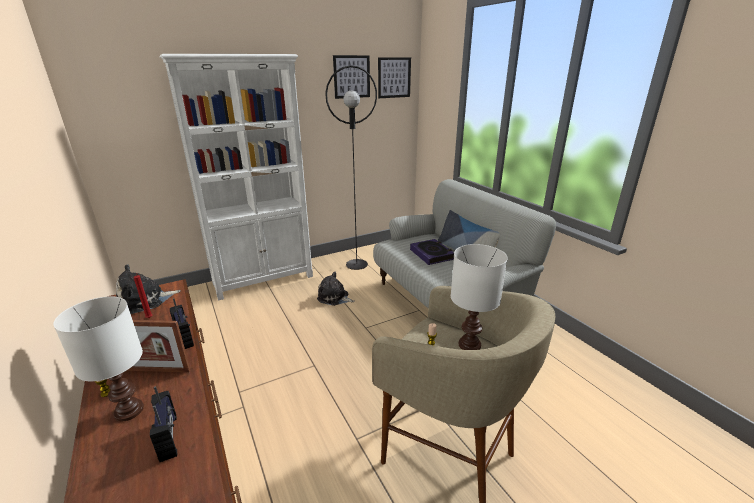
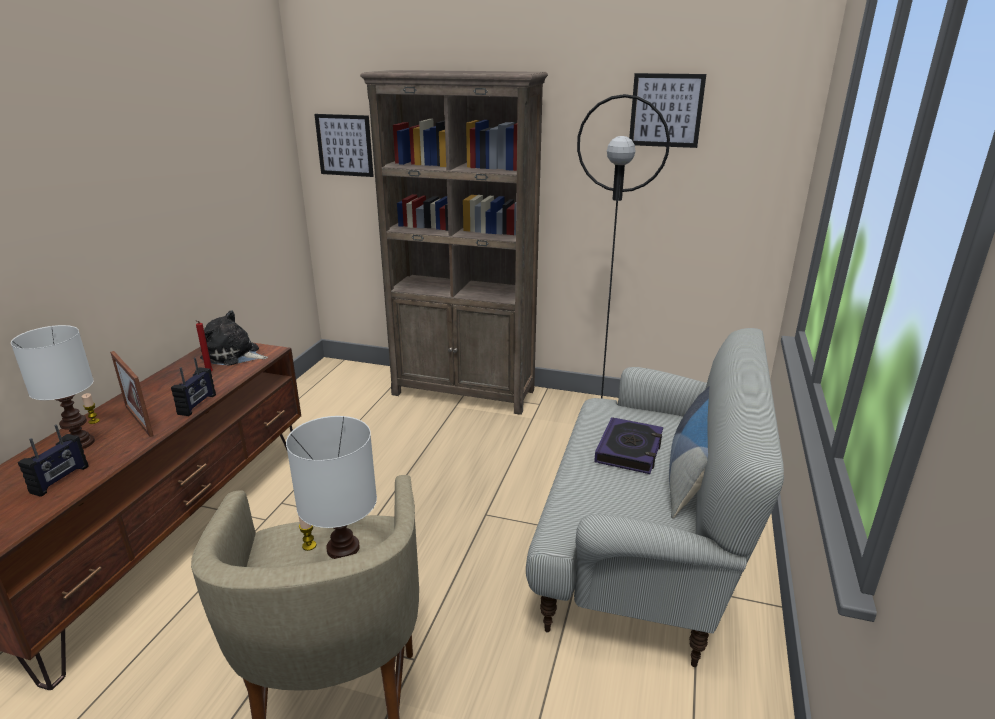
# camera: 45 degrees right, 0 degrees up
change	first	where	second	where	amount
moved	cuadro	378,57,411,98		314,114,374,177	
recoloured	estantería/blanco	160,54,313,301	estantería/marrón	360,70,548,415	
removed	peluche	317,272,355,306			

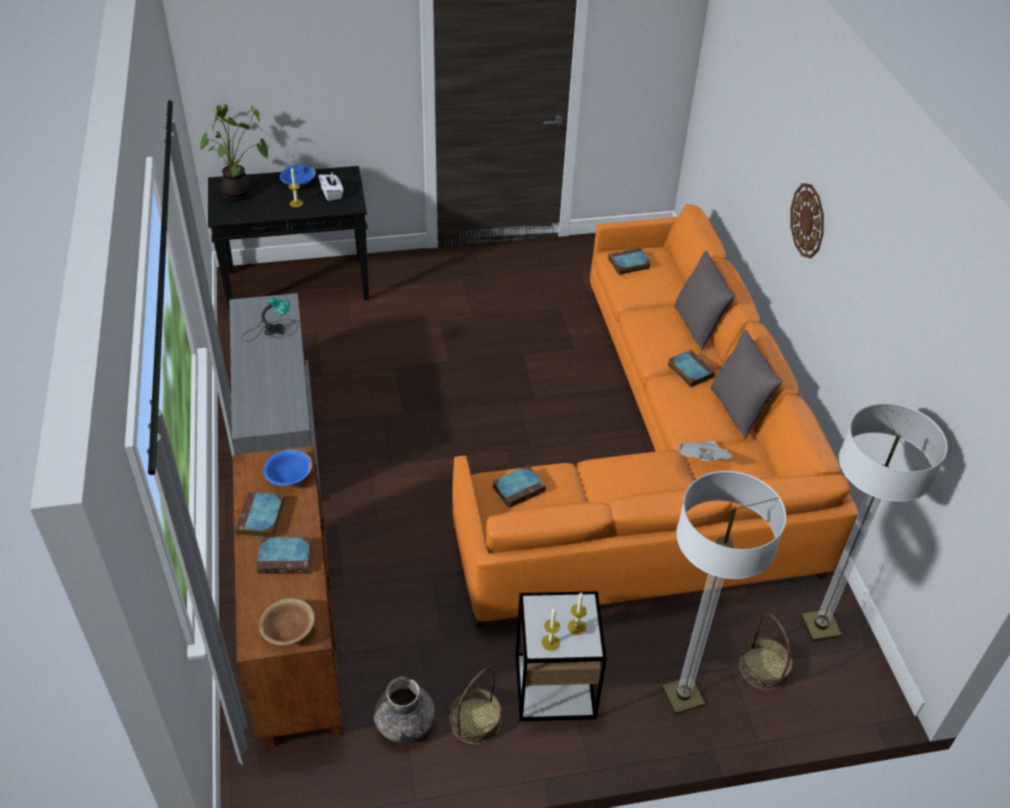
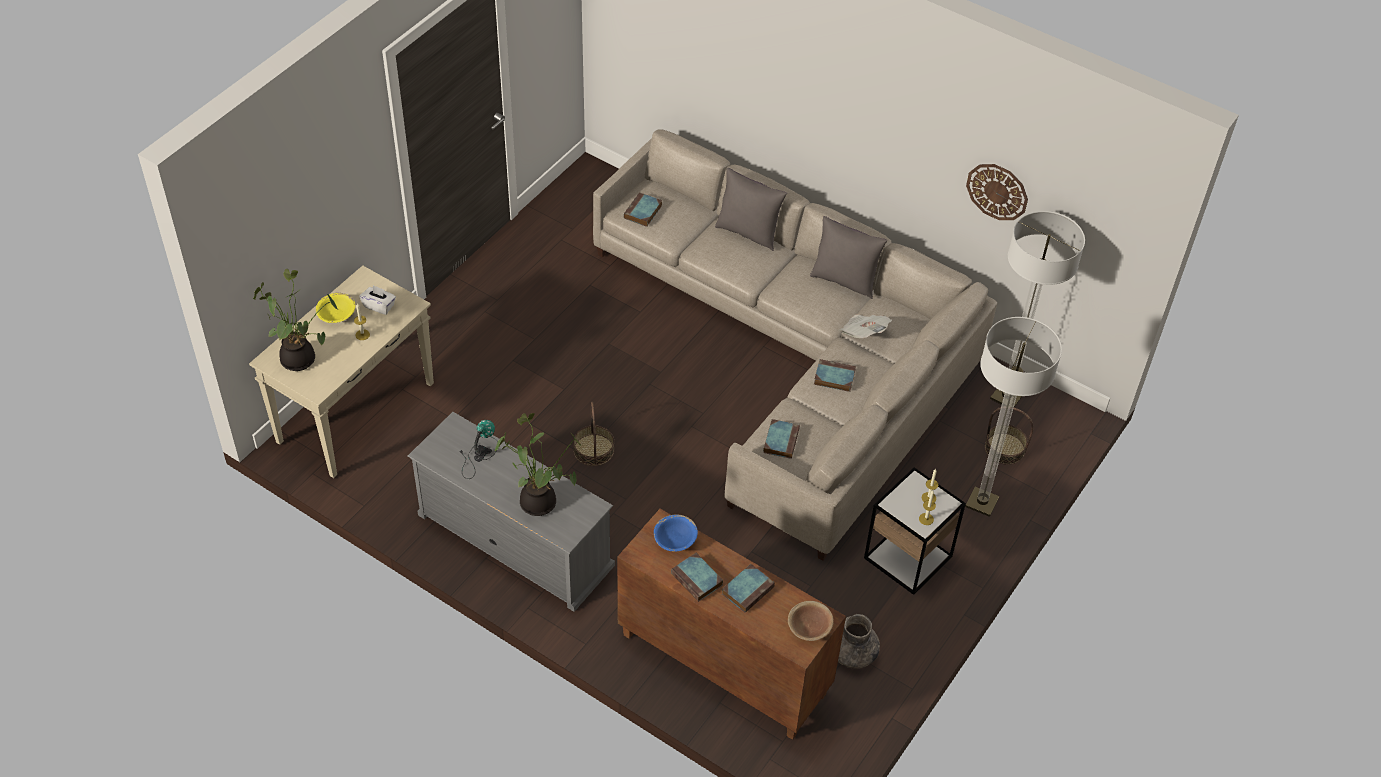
# camera: 45 degrees left, 5 degrees up
change	first	where	second	where	amount
recoloured	mesa consola/negro	208,166,369,312	mesa consola/beis	249,265,434,478	
recoloured	cuenco/azul	280,164,316,187	cuenco/amarillo	316,293,355,323	
added			planta en maceta	494,413,582,516	
moved	cesta	449,667,502,744		573,402,614,466	
recoloured	sofá/naranja	452,204,858,628	sofá/beis	593,129,997,561	
moved	libro	668,350,715,388		814,359,856,392	
moved	reloj de pared	791,183,824,259		966,164,1028,220	

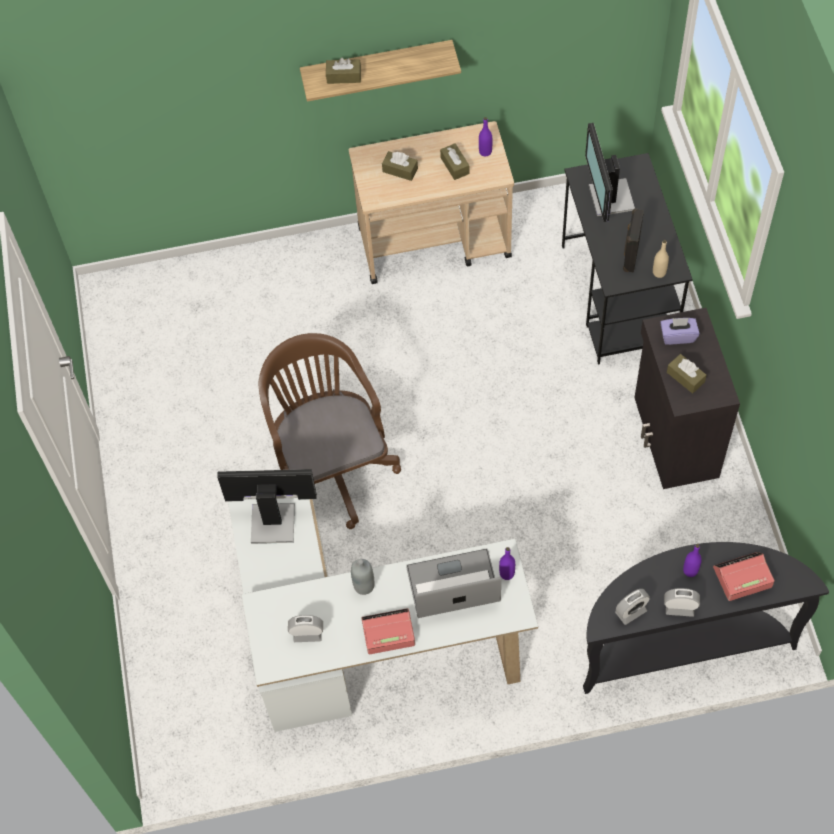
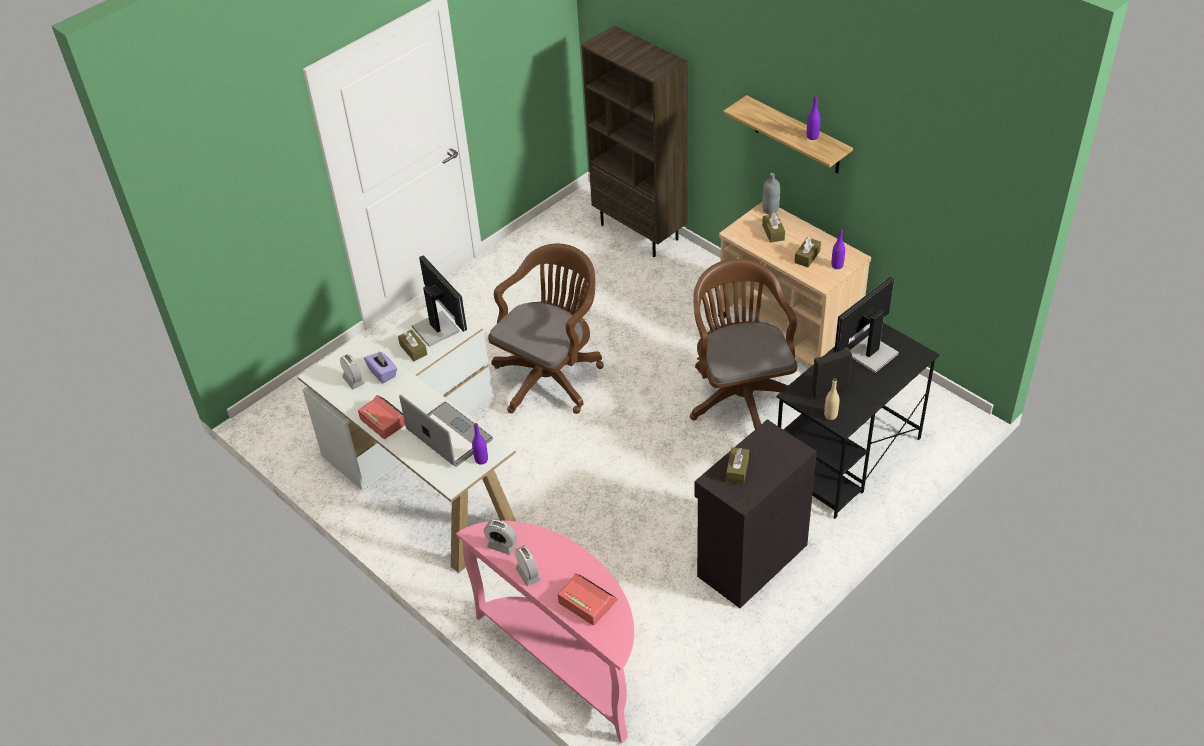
# camera: 55 degrees right, 15 degrees down
change	first	where	second	where	amount
moved	caja de pañuelos/morado	660,318,700,345		364,352,397,383	
moved	caja de pañuelos/marrón	326,58,361,84		398,330,427,361	
recoloured	mesa consola/negro	583,542,829,694	mesa consola/rosa	456,521,634,743	
added			estantería/marrón	581,25,687,257	
added			silla de oficina/marrón	690,259,797,429	
moved	botella/gris	351,559,374,595		762,173,780,215	
moved	botella/morado	683,544,702,577		807,95,820,140	

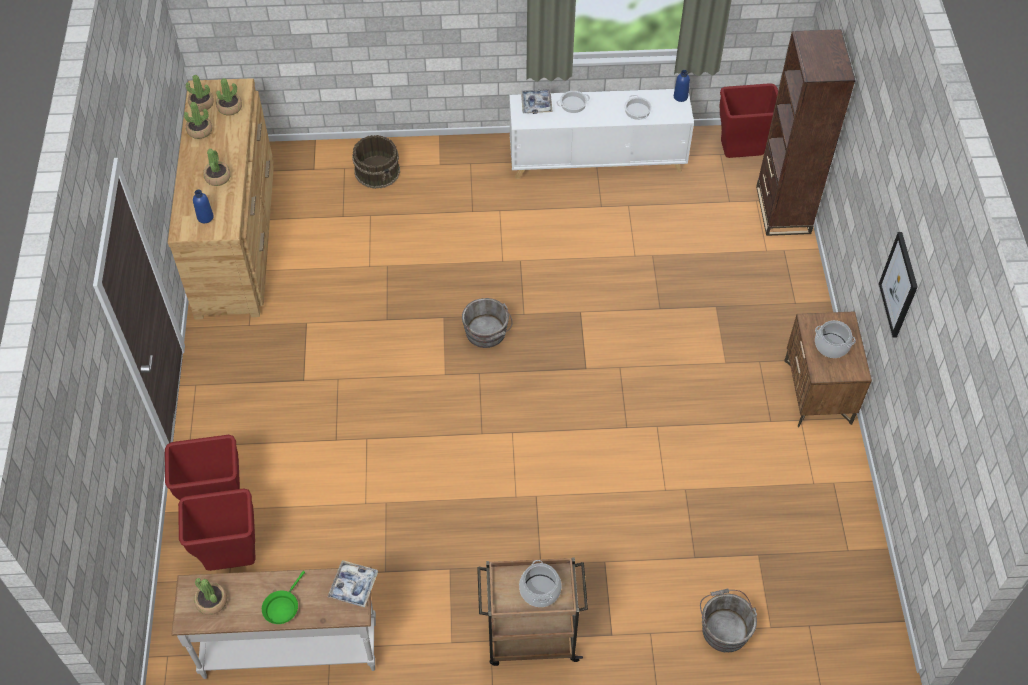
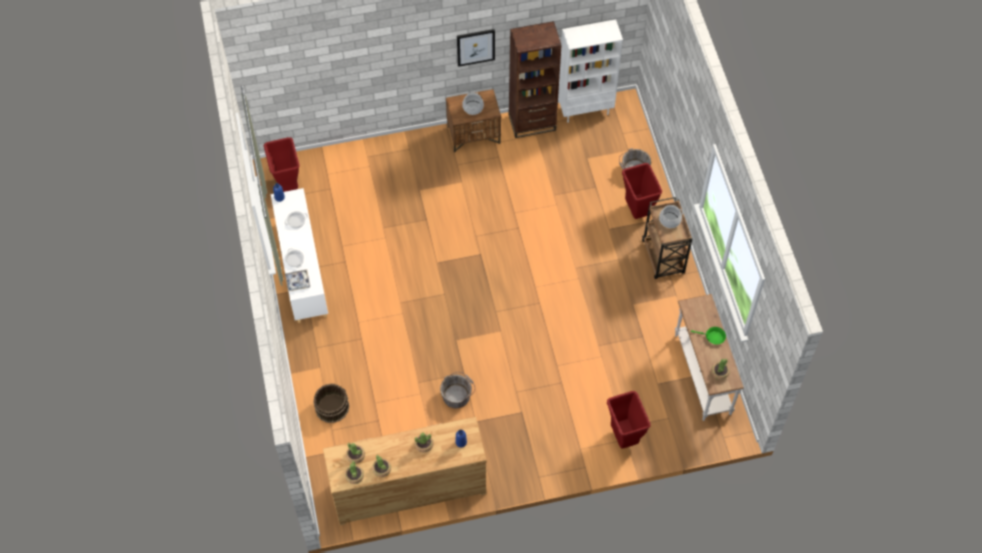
# camera: 100 degrees left, 5 degrees up
change	first	where	second	where	amount
moved	cubo/gris	462,298,513,348		440,372,475,408	
moved	estantería/marrón	756,29,856,236		509,21,562,138	
added			estantería/blanco	558,19,623,123	
moved	papelera/rojo	178,488,256,571		622,163,662,219	
removed	bandeja	328,560,378,607			

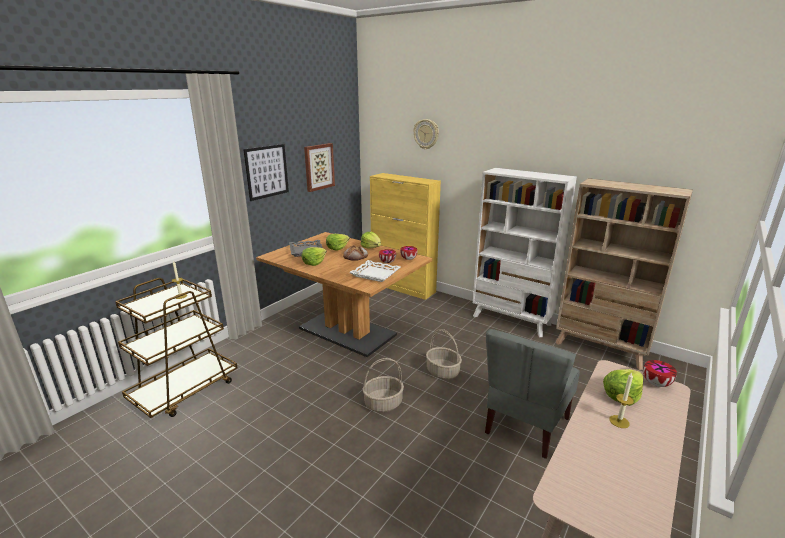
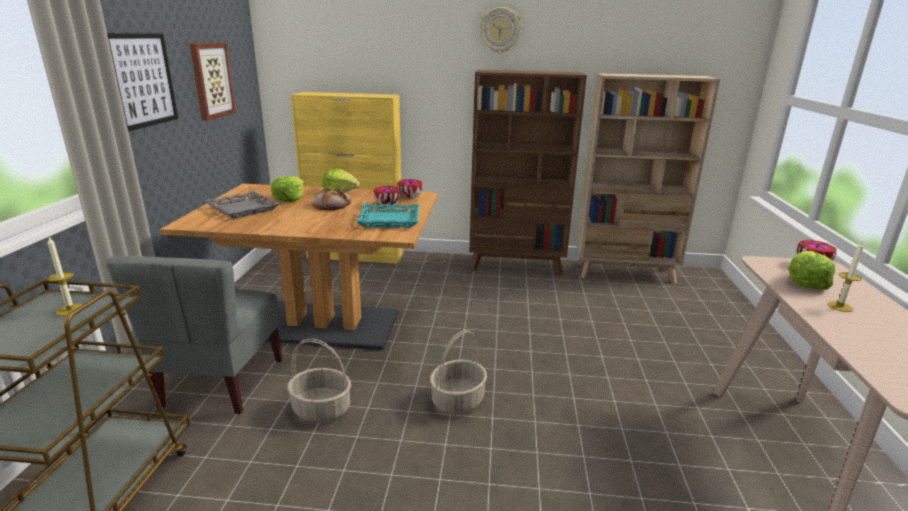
# camera: 30 degrees left, 0 degrees up
change	first	where	second	where	amount
moved	silla/gris	485,329,580,458		106,256,283,414	
moved	cesta	426,329,462,380		287,339,351,423	
recoloured	bandeja/blanco	349,260,400,282	bandeja/turquesa	356,204,420,228	
recoloured	estantería/blanco	473,168,577,337	estantería/marrón	469,70,587,276	
moved	reloj de pared	413,119,439,150		479,7,522,53	
removed	lechuga	301,247,327,266			

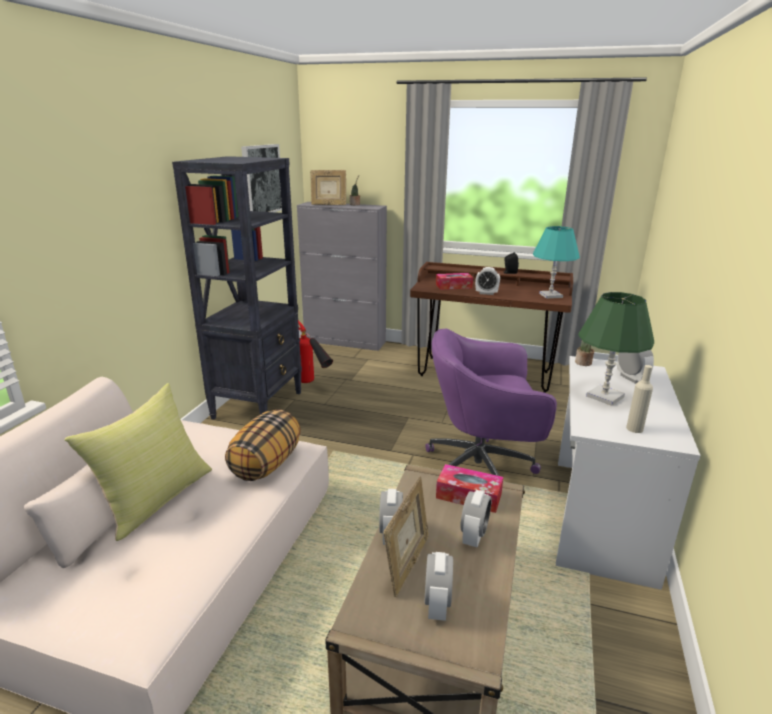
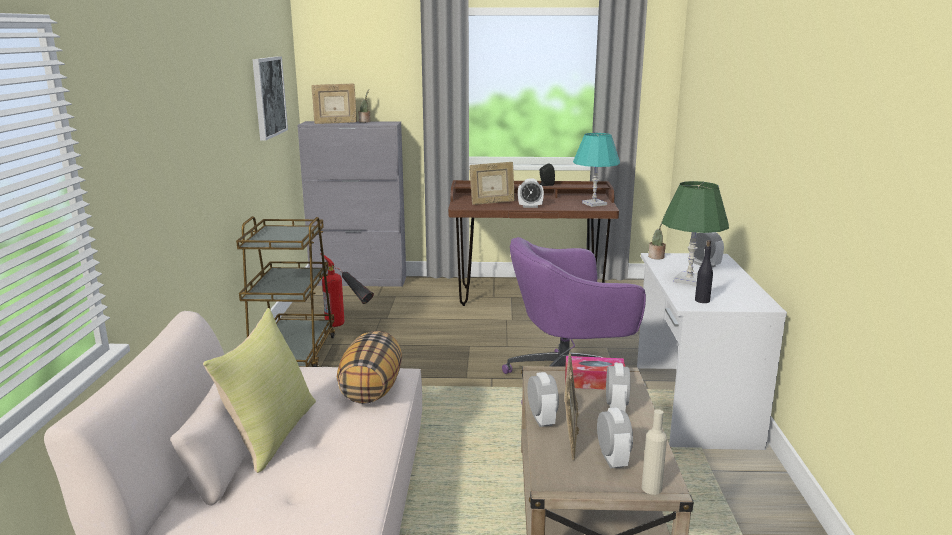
# camera: 15 degrees left, 5 degrees down
change	first	where	second	where	amount
replaced	estantería/negro	172,156,302,419	carrito/marrón	236,216,336,367	
replaced	caja de pañuelos	436,273,473,290	portarretratos	469,162,515,205	
moved	botella/beis	626,365,653,433		642,409,667,495	
added			botella/negro	695,240,713,303	

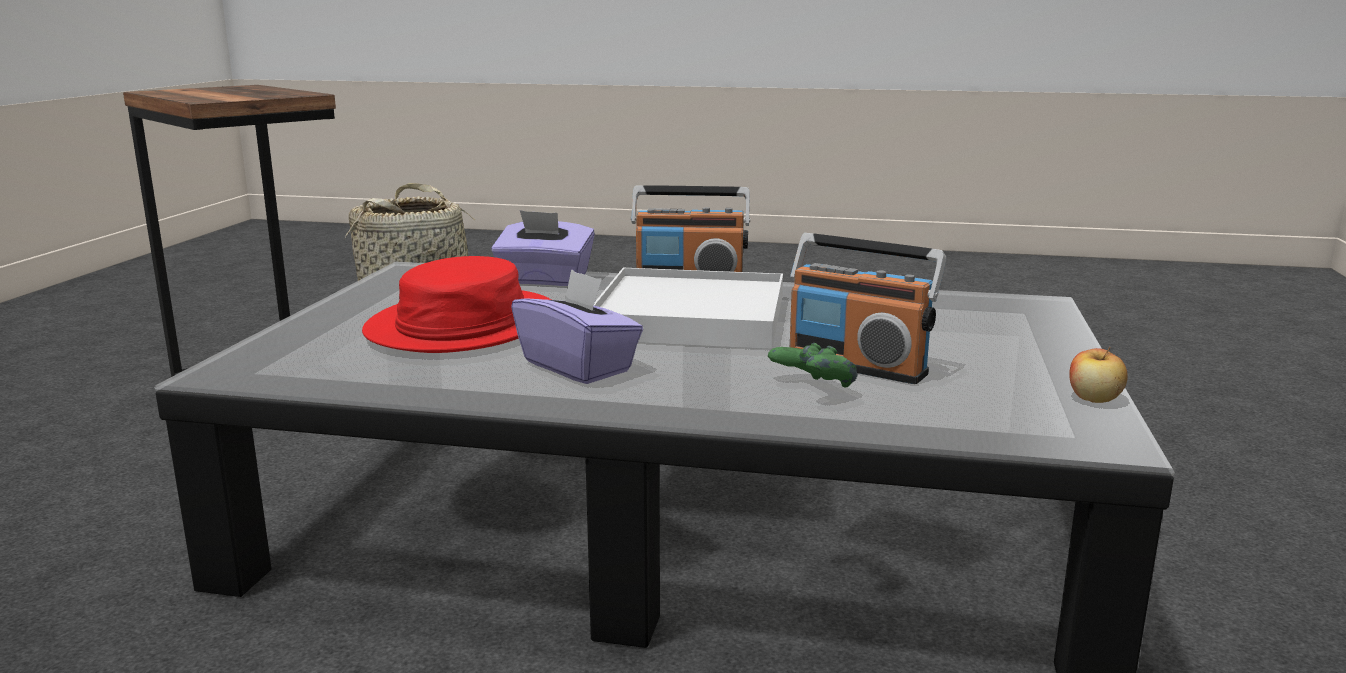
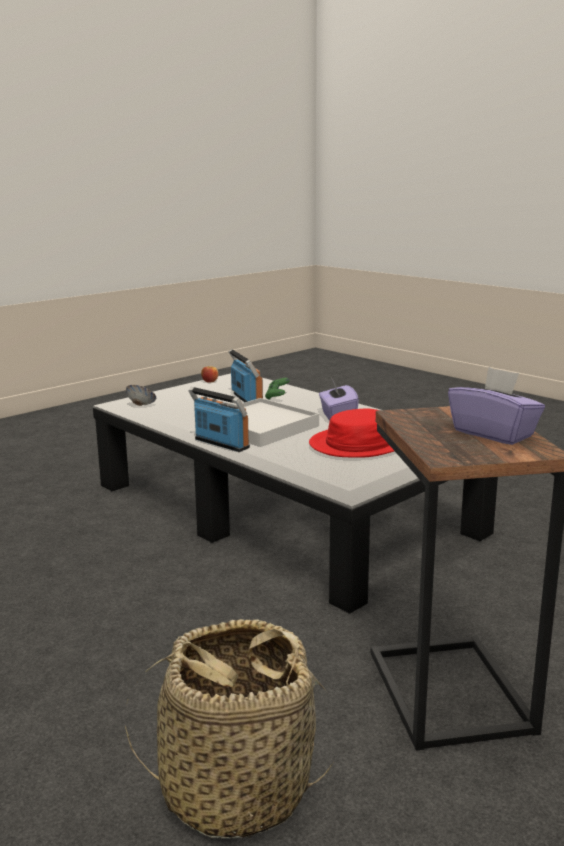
# camera: 145 degrees left, 0 degrees up
change	first	where	second	where	amount
added			cuenco	126,385,156,406	
moved	caja de pañuelos/morado	491,210,595,286		448,367,545,445	

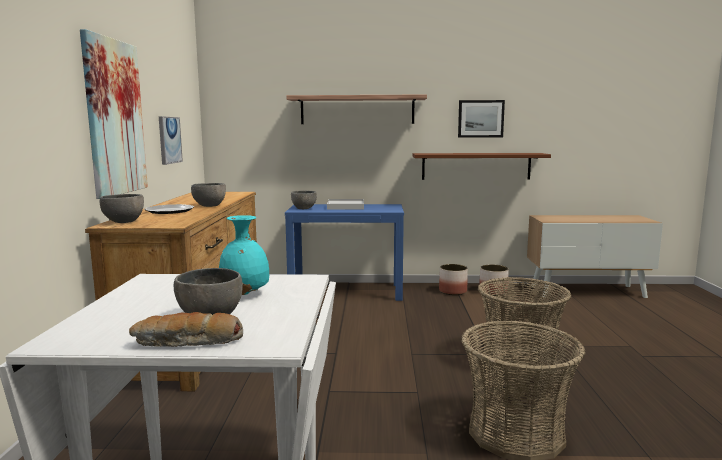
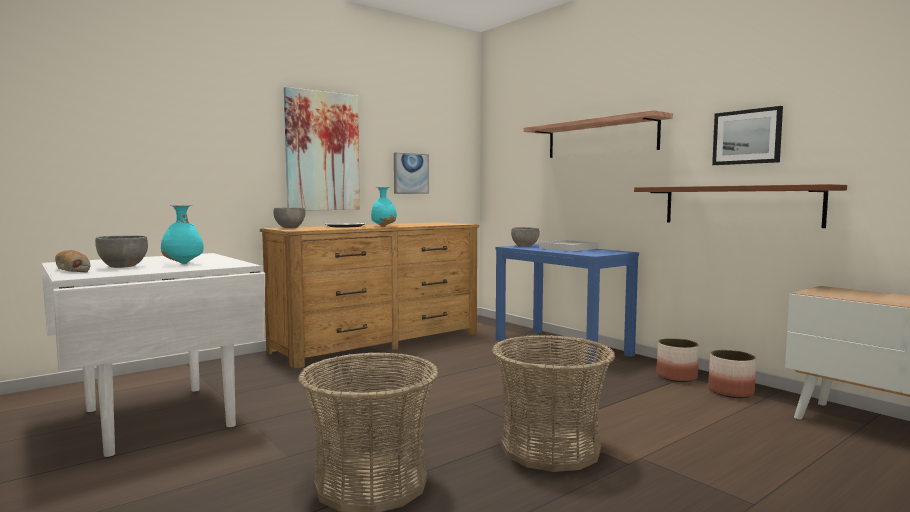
# camera: 50 degrees right, 5 degrees down
change	first	where	second	where	amount
replaced	cuenco/gris	191,183,226,207	florero/turquesa	371,187,397,227	

